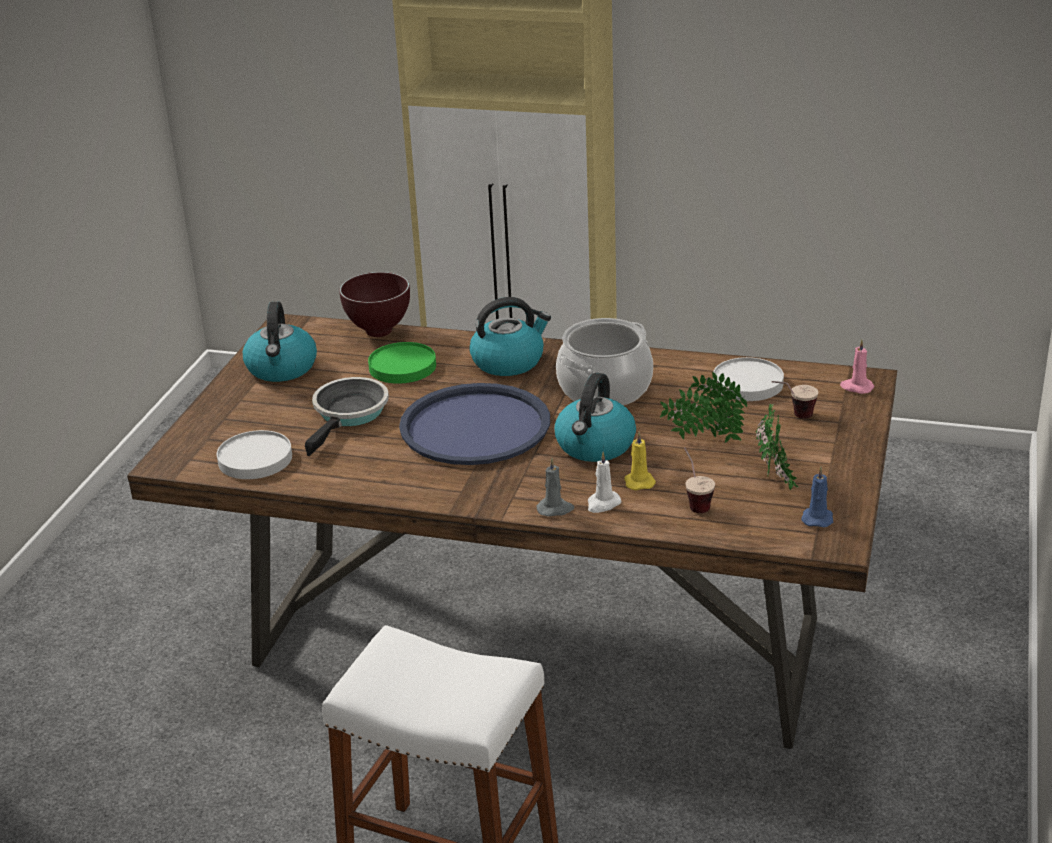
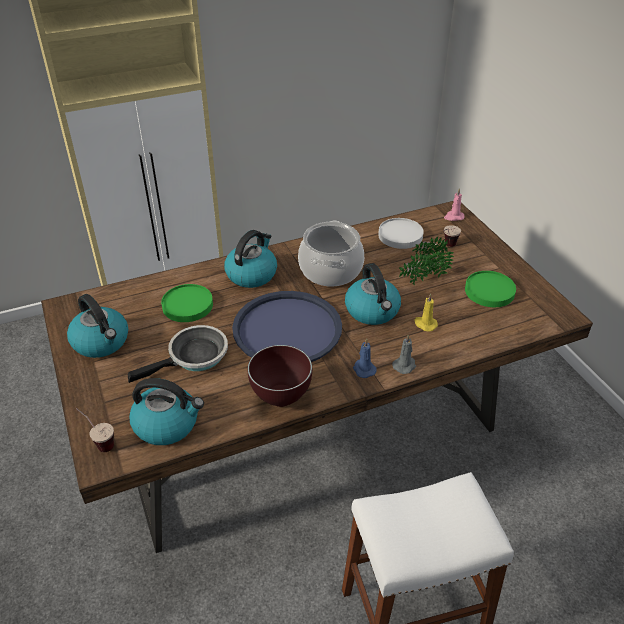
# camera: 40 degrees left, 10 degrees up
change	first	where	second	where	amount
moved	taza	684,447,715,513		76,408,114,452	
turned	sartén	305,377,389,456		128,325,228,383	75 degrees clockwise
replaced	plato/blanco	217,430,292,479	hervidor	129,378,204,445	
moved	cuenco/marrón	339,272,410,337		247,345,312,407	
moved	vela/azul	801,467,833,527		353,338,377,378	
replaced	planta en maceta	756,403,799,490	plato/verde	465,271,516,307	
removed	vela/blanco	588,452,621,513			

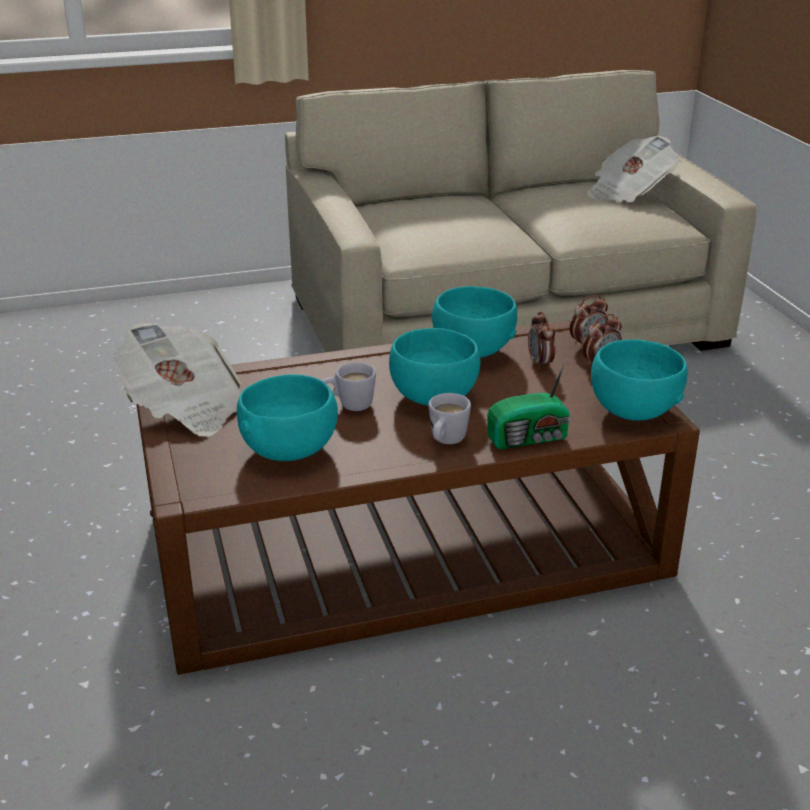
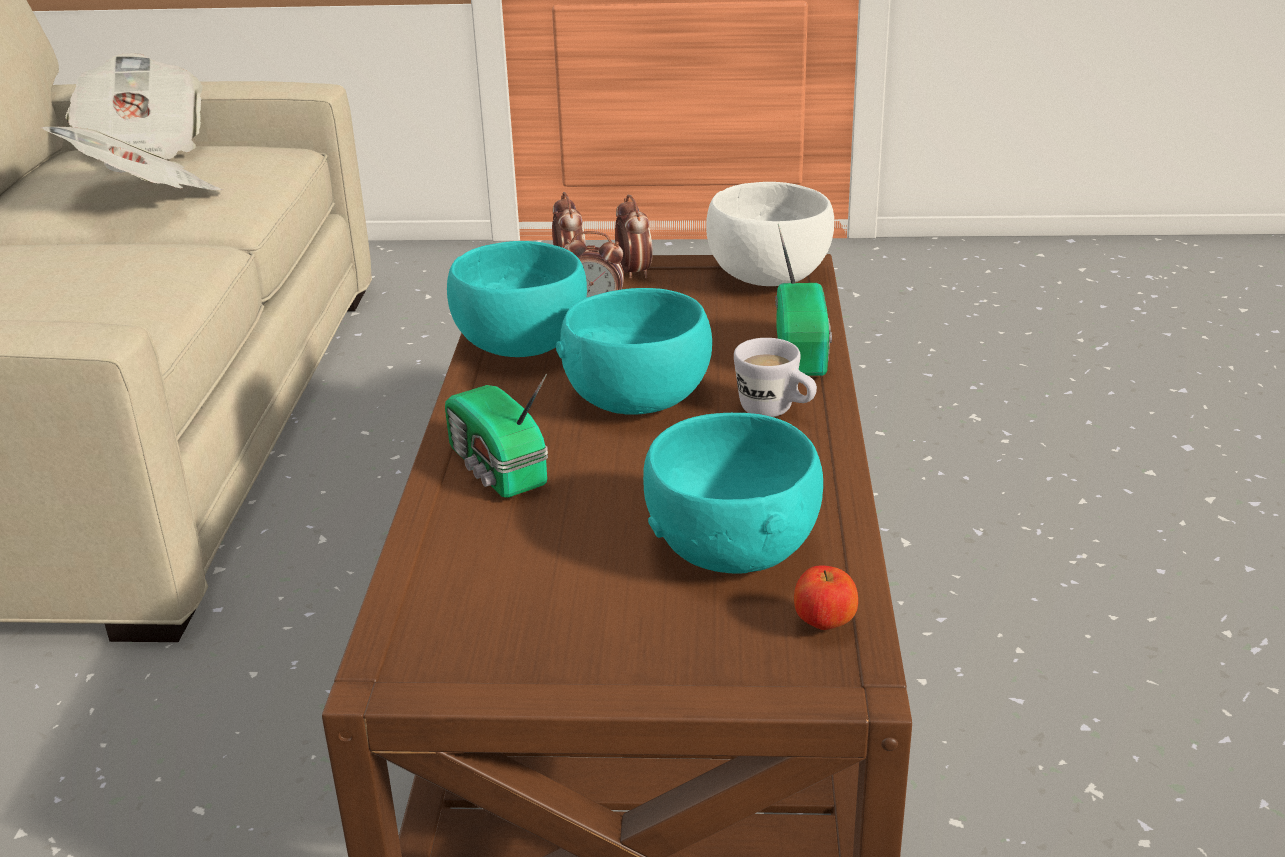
# camera: 70 degrees left, 0 degrees up
change	first	where	second	where	amount
moved	periódico	113,322,242,437		40,127,224,190	
added			radio	445,374,548,498	
recoloured	cuenco/turquesa	591,339,687,420	cuenco/blanco	706,182,834,286	
added			manzana	794,565,858,630	
removed	taza grande/blanco	322,362,376,411			

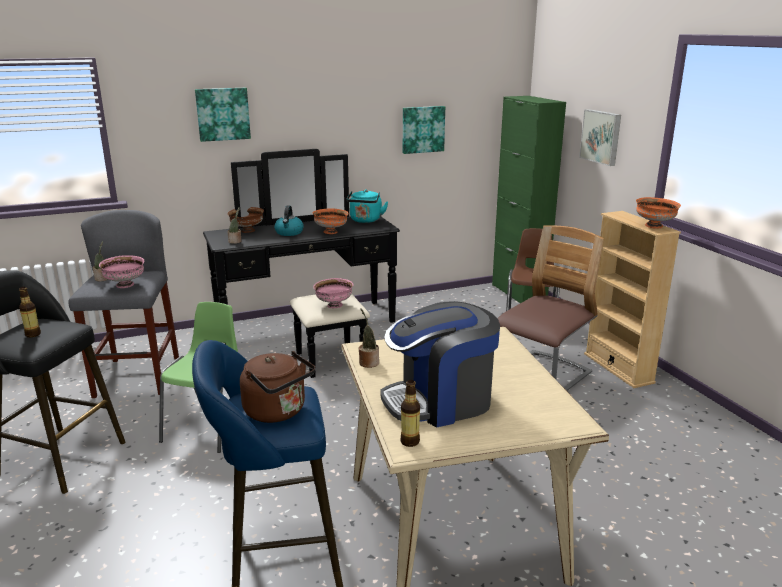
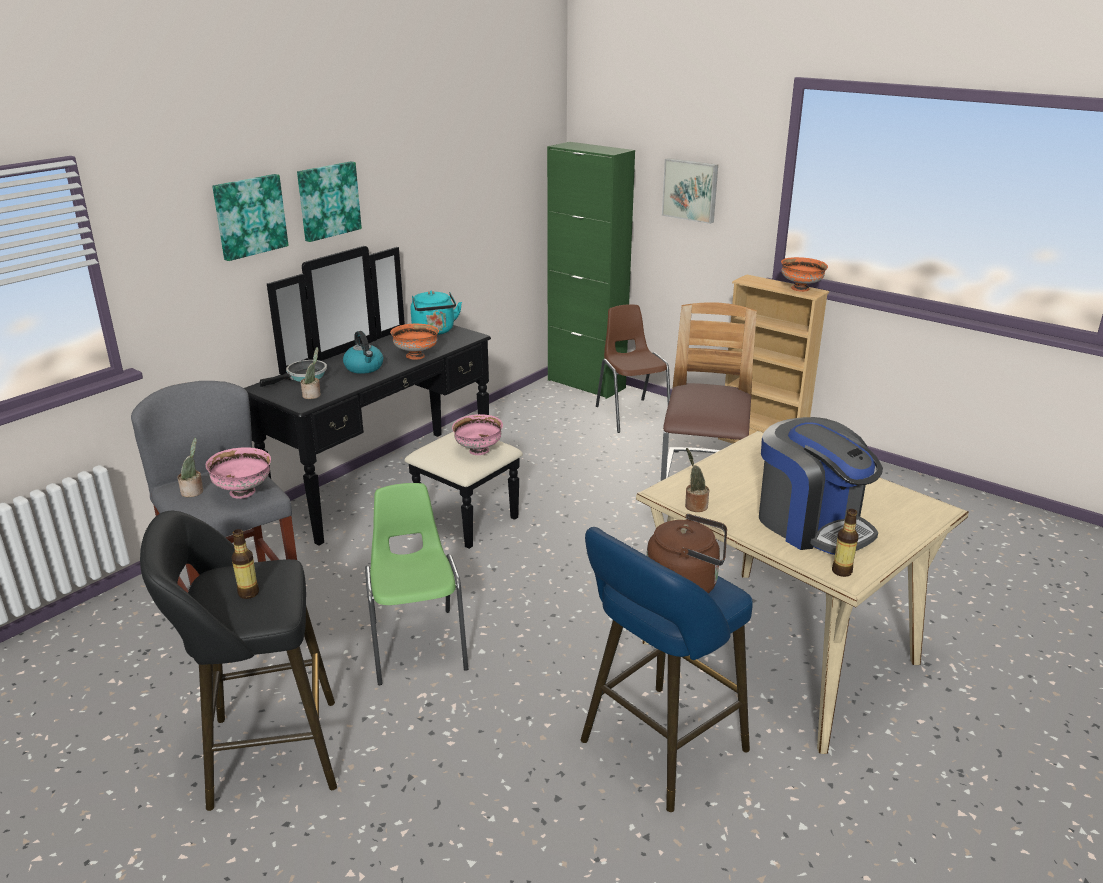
# camera: 30 degrees left, 5 degrees up
change	first	where	second	where	amount
replaced	cuenco/marrón	227,207,264,233	sartén	260,360,327,387	
moved	cuadro	403,106,445,154		297,161,362,242	
turned	cafetera	380,301,500,427		759,417,883,555	75 degrees counterclockwise

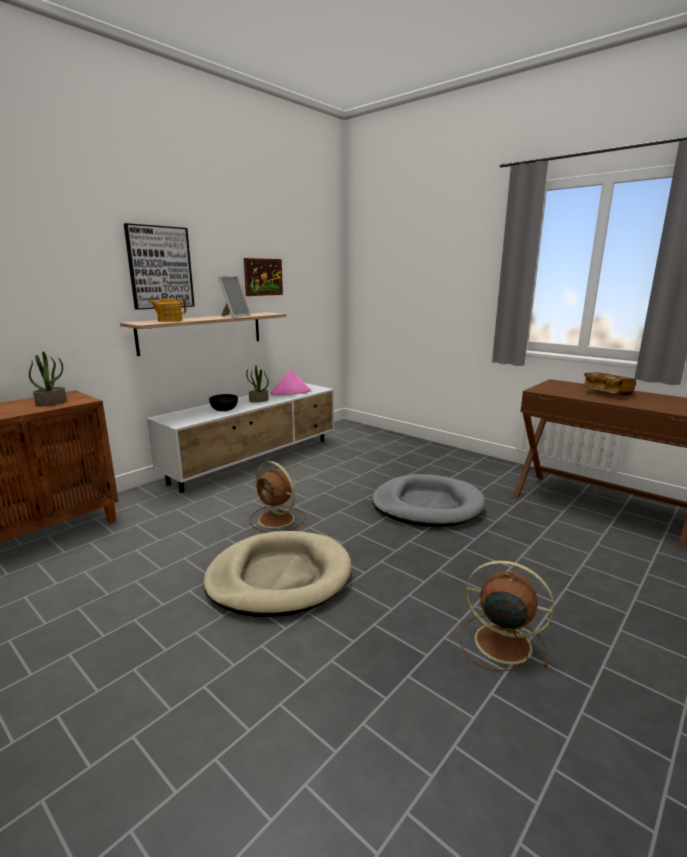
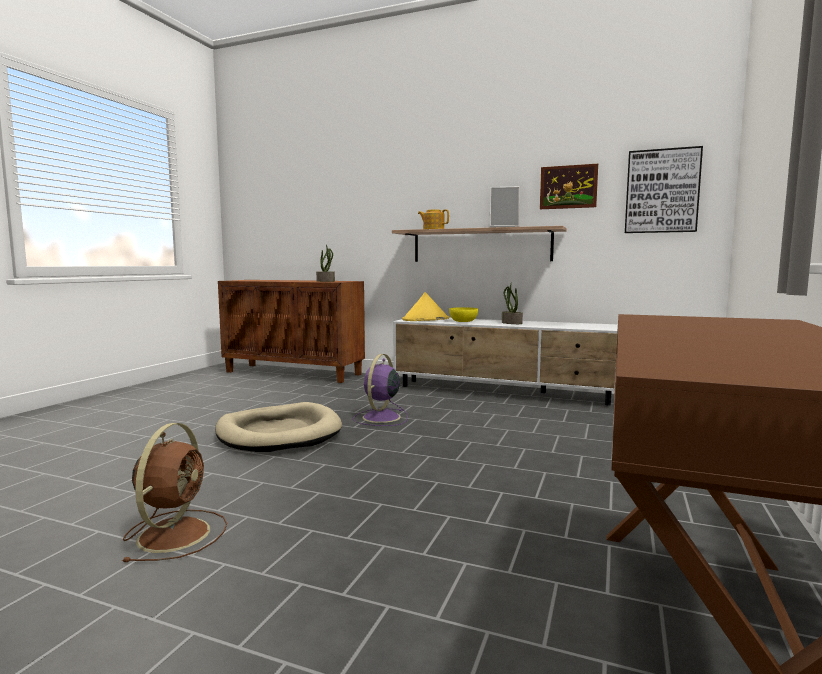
# camera: 70 degrees right, 10 degrees down
change	first	where	second	where	amount
recoloured	ventilador/marrón	249,461,305,533	ventilador/morado	353,354,408,426	
added			sombrero/amarillo	402,292,449,321	
recoloured	cuenco/negro	209,394,238,411	cuenco/amarillo	449,307,478,322	
moved	cuadro	124,223,195,310		625,146,703,233	
removed	sombrero/rosa	270,369,311,395			
removed	cama para perro/gris	372,474,485,527			
removed	libro	581,372,636,395			

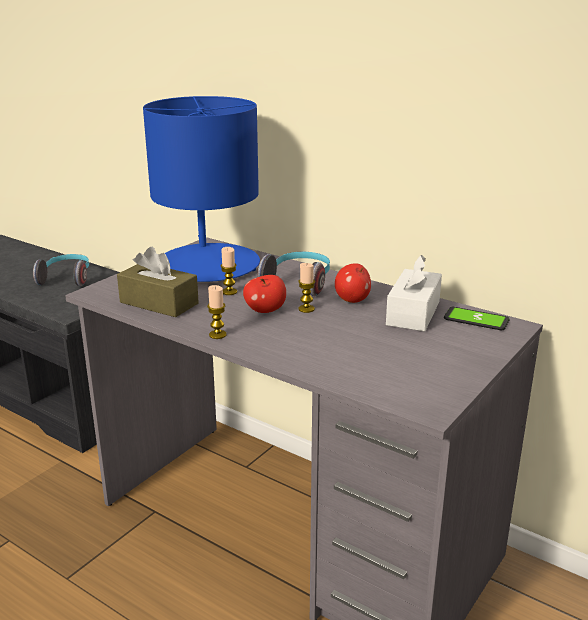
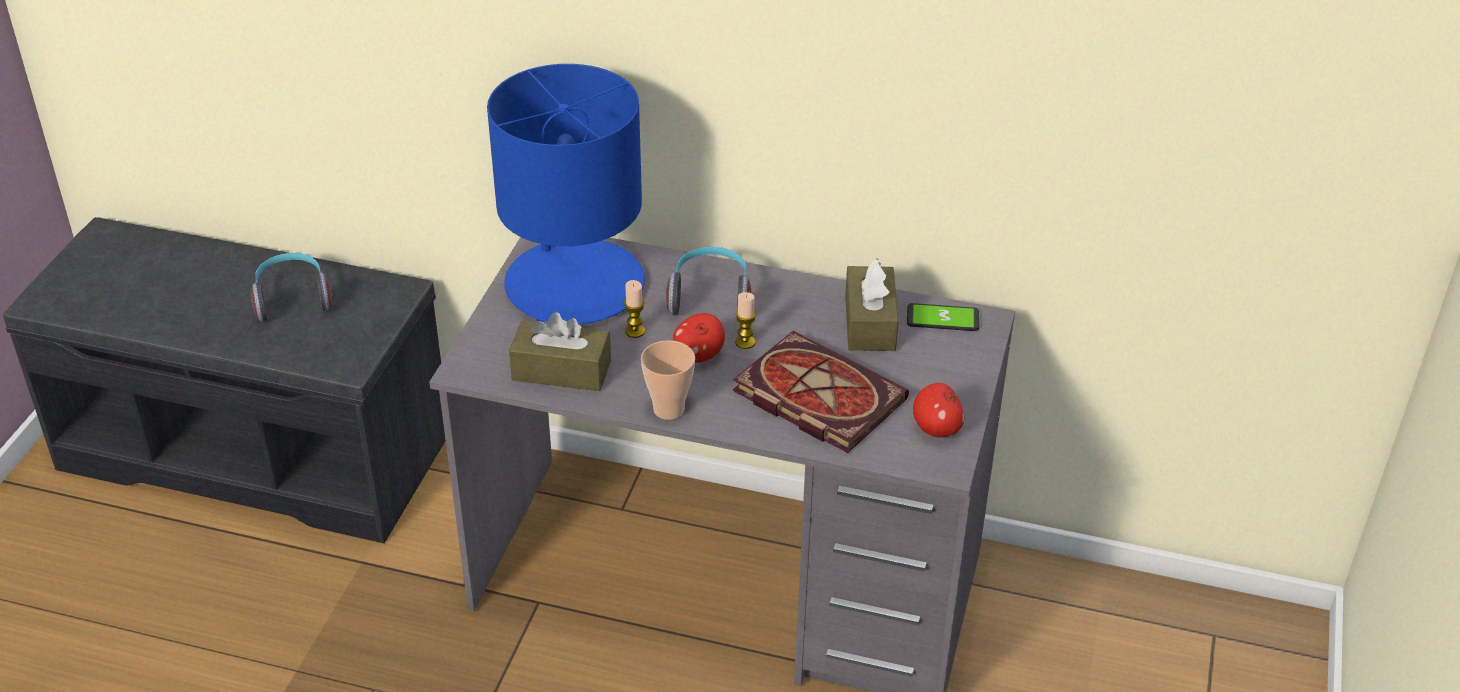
# camera: 20 degrees left, 15 degrees up
change	first	where	second	where	amount
replaced	vela	207,285,227,339	taza	641,340,695,420	
added			libro	733,331,909,453	
recoloured	caja de pañuelos/blanco	386,255,442,332	caja de pañuelos/marrón	845,258,899,351	
moved	manzana	335,263,371,303		913,383,964,437	

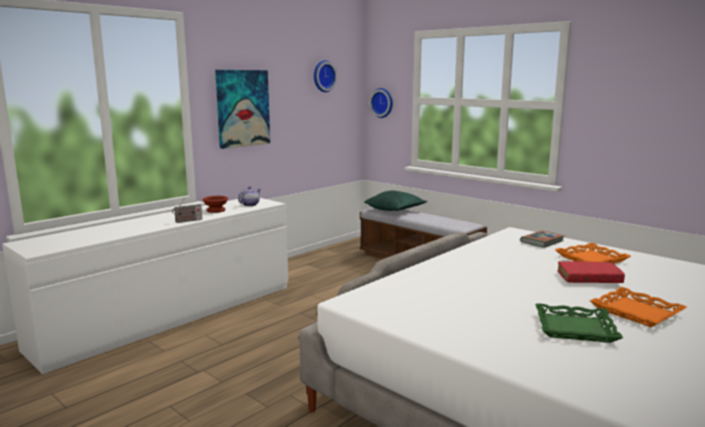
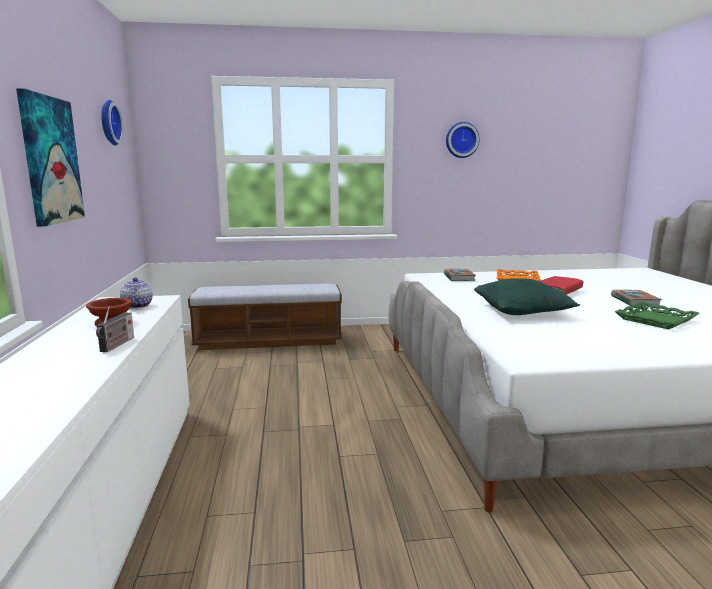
# camera: 50 degrees left, 0 degrees up
change	first	where	second	where	amount
moved	reloj de pared	369,88,393,118		446,122,480,158	
moved	cojín/verde	364,191,427,211		474,278,580,315	
replaced	bandeja/naranja	590,287,687,327	libro	611,290,662,306	

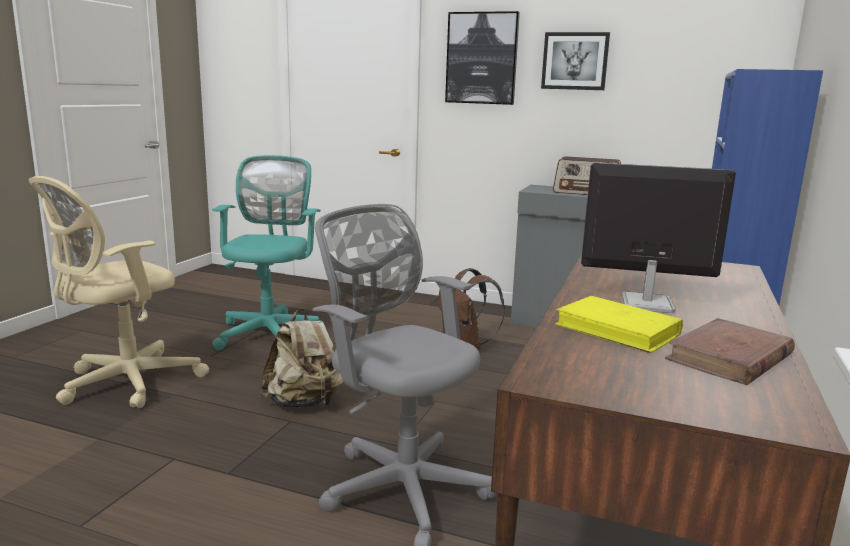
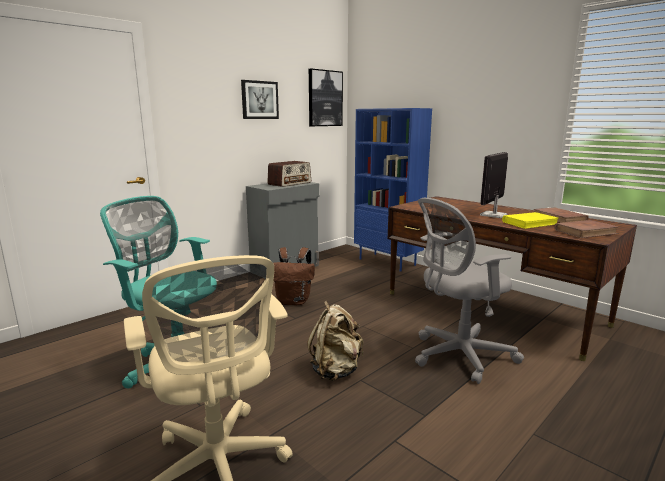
# camera: 65 degrees left, 0 degrees up
change	first	where	second	where	amount
moved	cuadro	445,11,520,105		309,69,343,126	
added			libro/marrón	554,220,619,238	

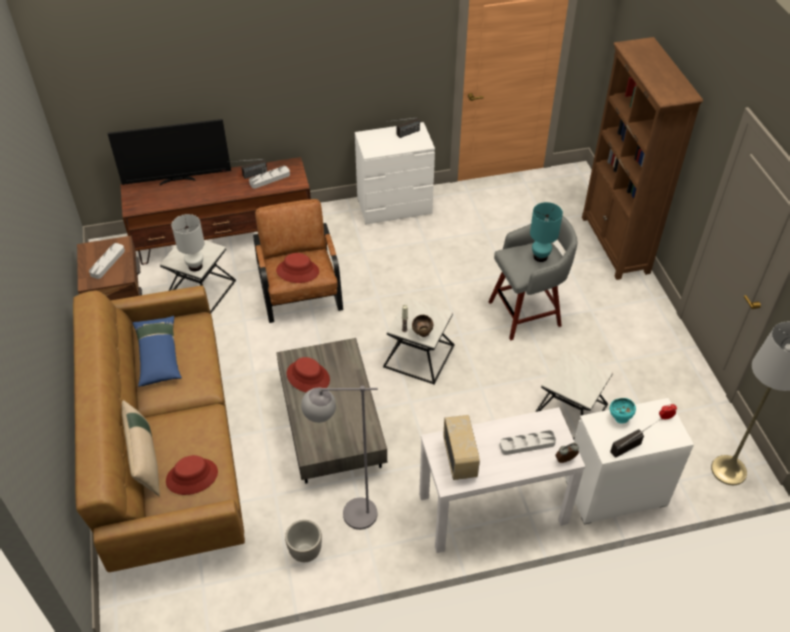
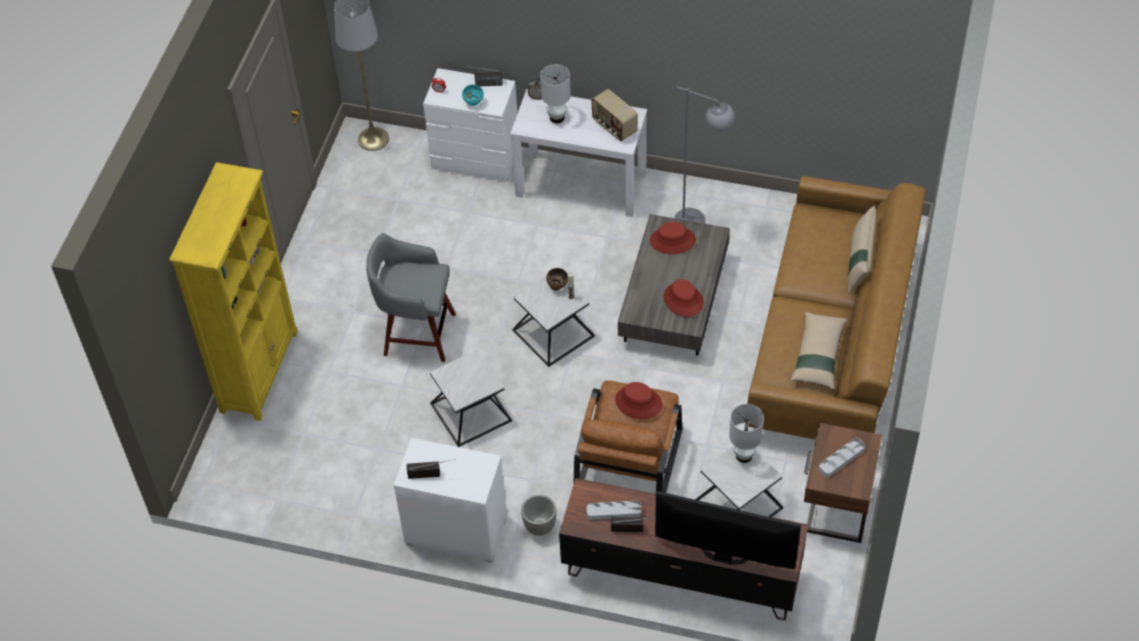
# camera: 150 degrees left, 5 degrees up
change	first	where	second	where	amount
recoloured	estantería/marrón	582,37,703,280	estantería/amarillo	169,162,298,421	
moved	mesa auxiliar	535,350,613,439		430,349,512,447	
moved	maceta	285,520,322,562		521,495,556,536	
replaced	bandeja/gris	499,430,556,455	lámpara de mesa/blanco	540,64,571,123	
turned	radio	443,415,480,480		591,89,638,142	60 degrees counterclockwise
moved	sombrero/rojo	166,455,218,495		650,221,696,254	
recoloured	cojín/azul	133,316,182,387	cojín/beis	790,312,848,390	
removed	lámpara de mesa/turquesa	530,202,563,262			

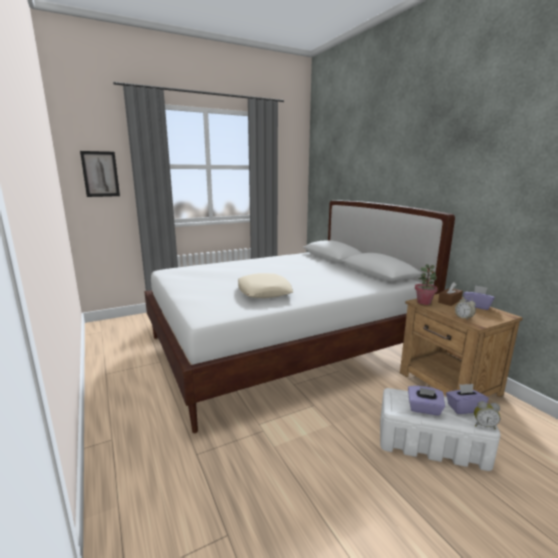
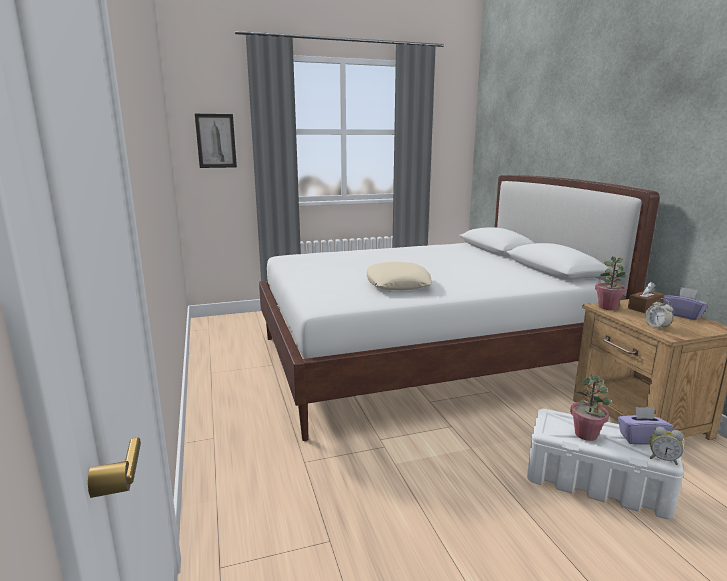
# camera: 10 degrees right, 0 degrees up
change	first	where	second	where	amount
replaced	caja de pañuelos/morado	408,386,445,416	planta en maceta	570,374,611,441	

